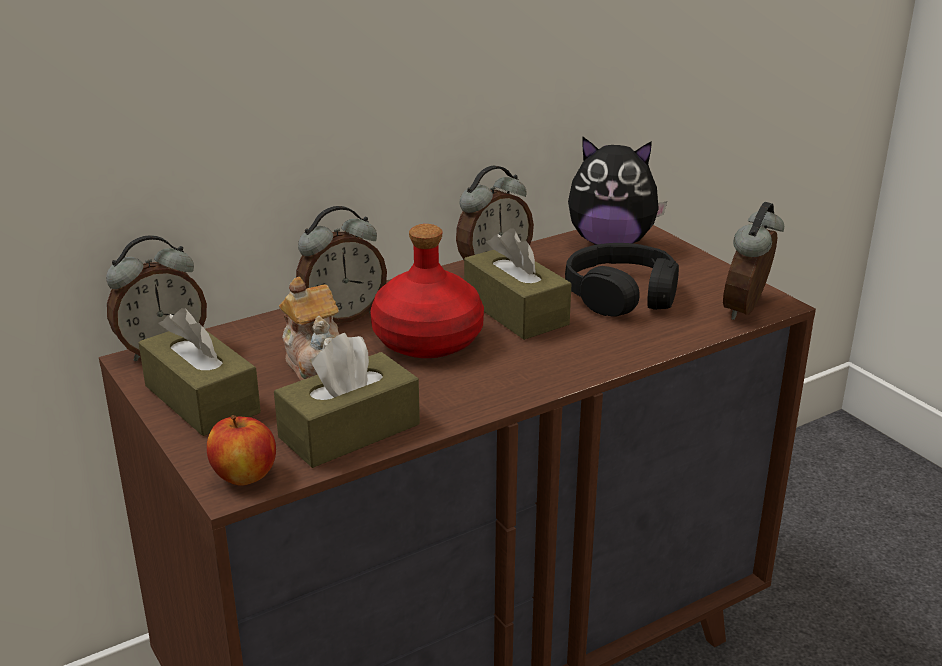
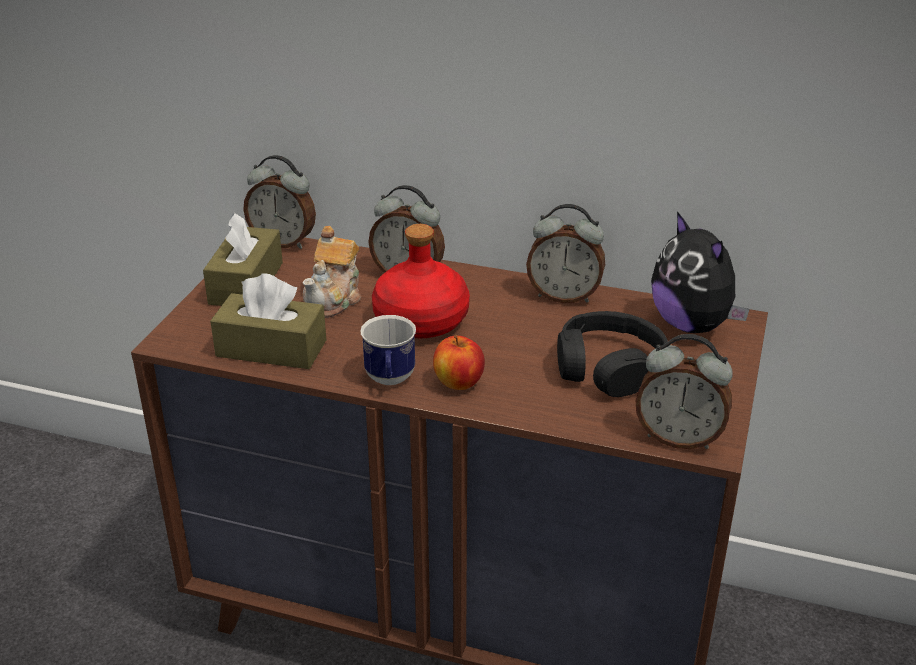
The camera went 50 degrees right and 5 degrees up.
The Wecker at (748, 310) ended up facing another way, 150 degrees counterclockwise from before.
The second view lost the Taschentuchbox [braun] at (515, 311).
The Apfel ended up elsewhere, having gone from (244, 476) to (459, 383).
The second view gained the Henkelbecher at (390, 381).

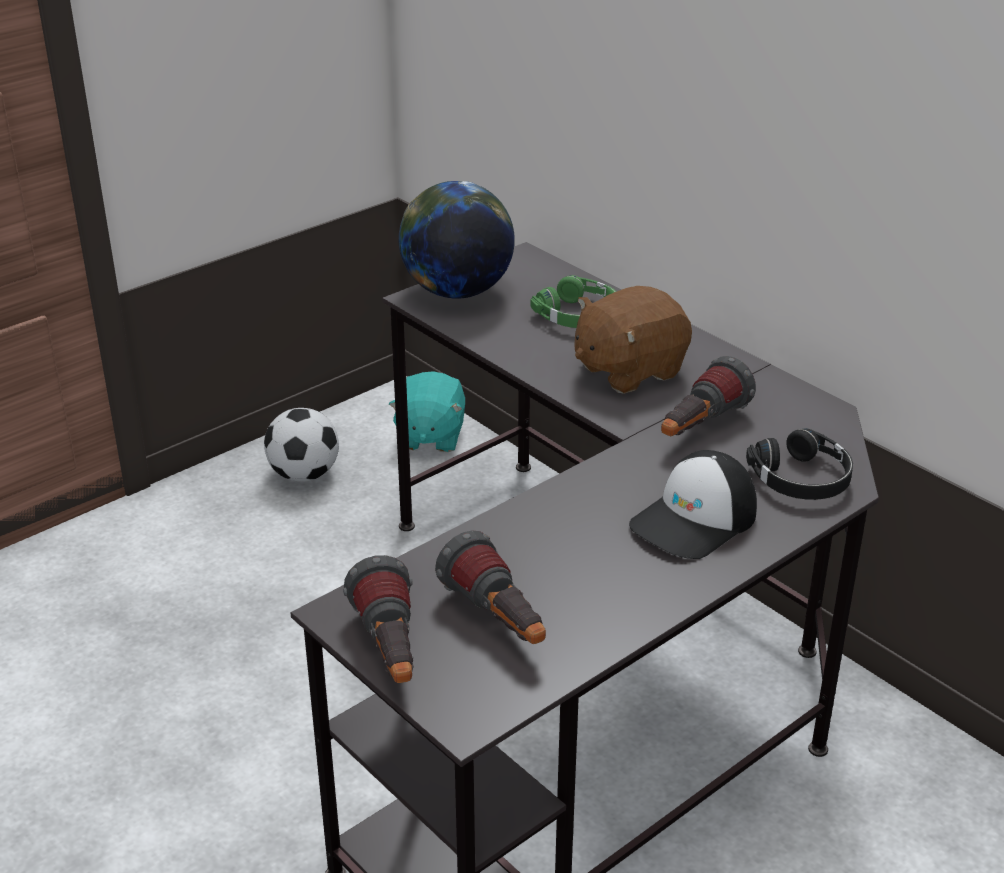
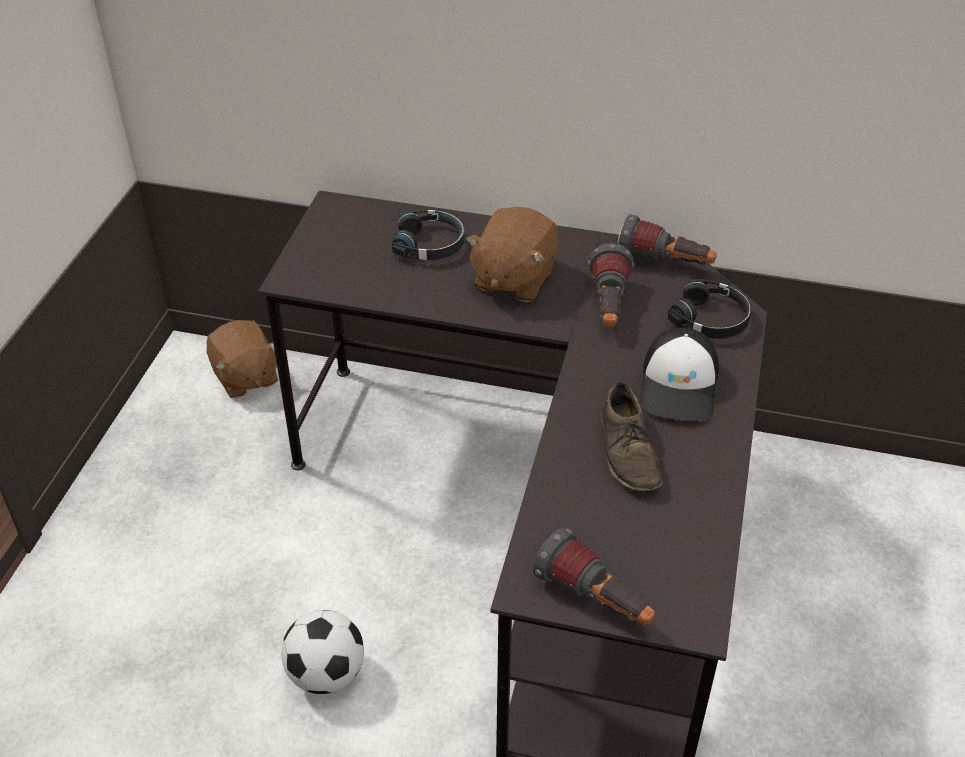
The camera went 35 degrees left and 10 degrees up.
The second view lost the Globus at (457, 292).
What was the Kopfhörer [grün] at (579, 315) turned into the Kopfhörer [schwarz] at (430, 244).
What was the Plüschtier [türkis] at (429, 436) turned into the Plüschtier [braun] at (245, 377).
The Fußball ended up elsewhere, having gone from (304, 474) to (326, 674).
The Taschenlampe ended up elsewhere, having gone from (498, 621) to (664, 264).
The second view gained the Schuh [braun] at (628, 451).

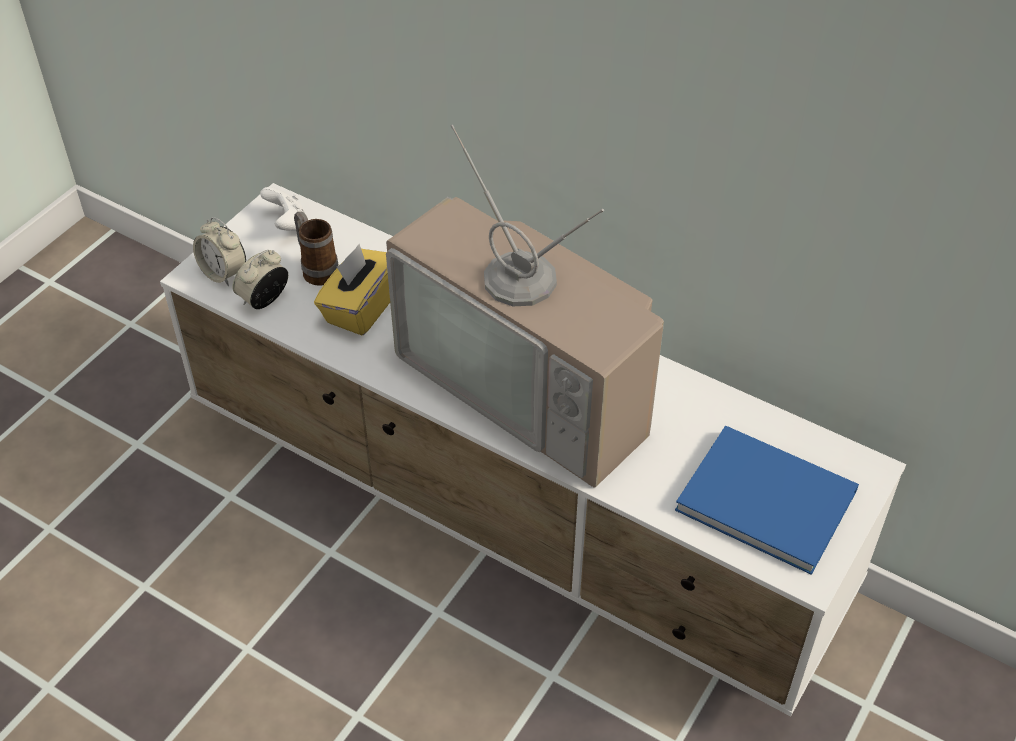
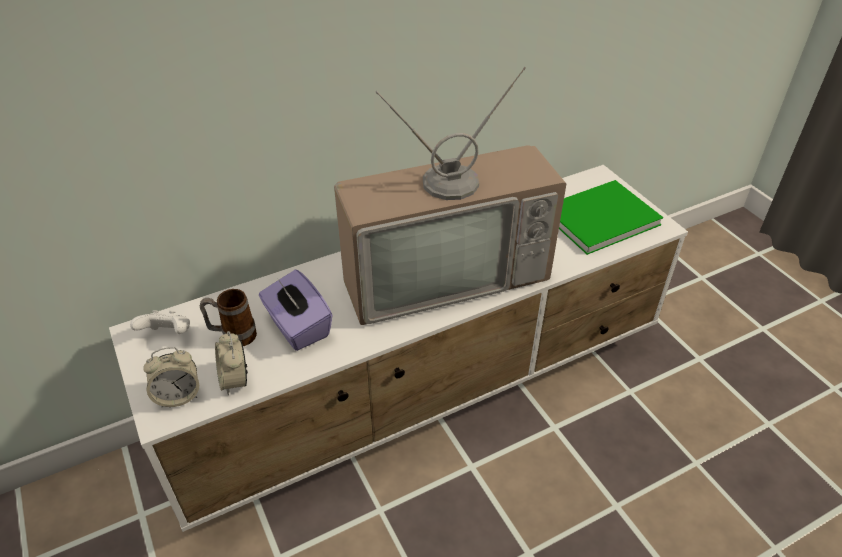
The camera went 60 degrees left and 5 degrees down.
What was the Taschentuchbox [gelb] at (361, 308) turned into the Taschentuchbox [lila] at (298, 327).
What was the Buch [blau] at (763, 496) turned into the Buch [grün] at (596, 218).

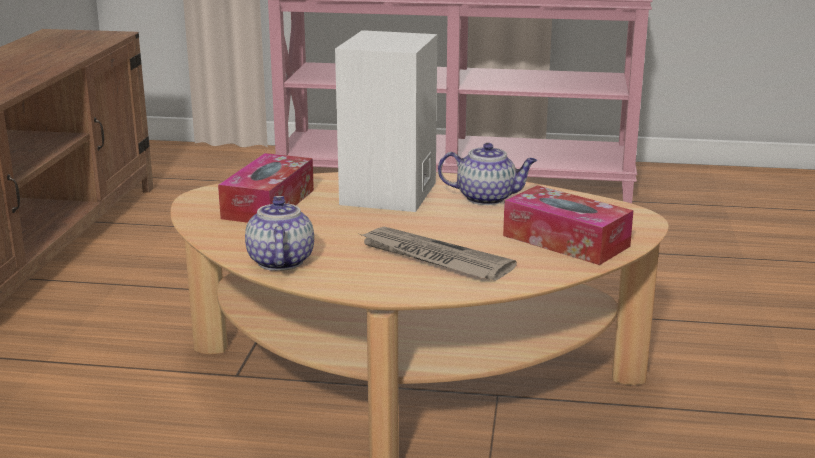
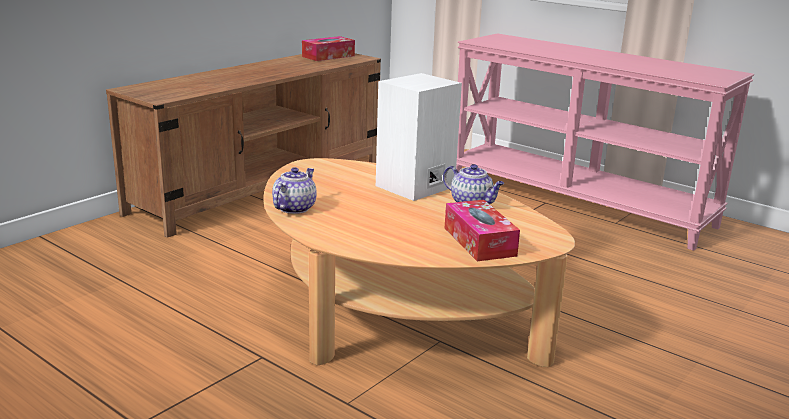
The camera went 30 degrees right and 0 degrees up.
The Taschentuchbox ended up elsewhere, having gone from (268, 204) to (328, 56).
The second view lost the Zeitung at (433, 258).

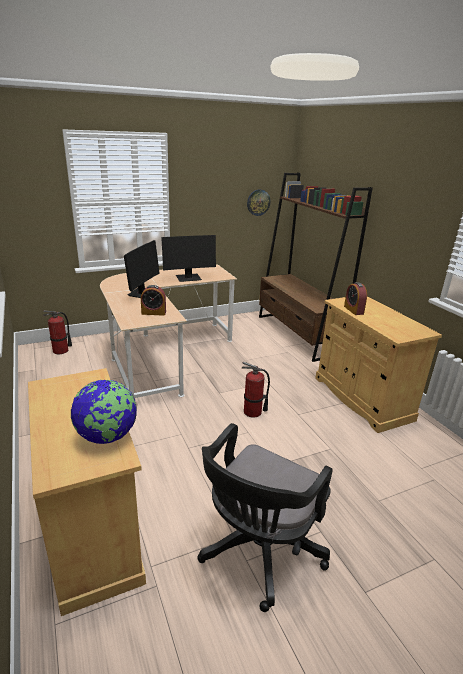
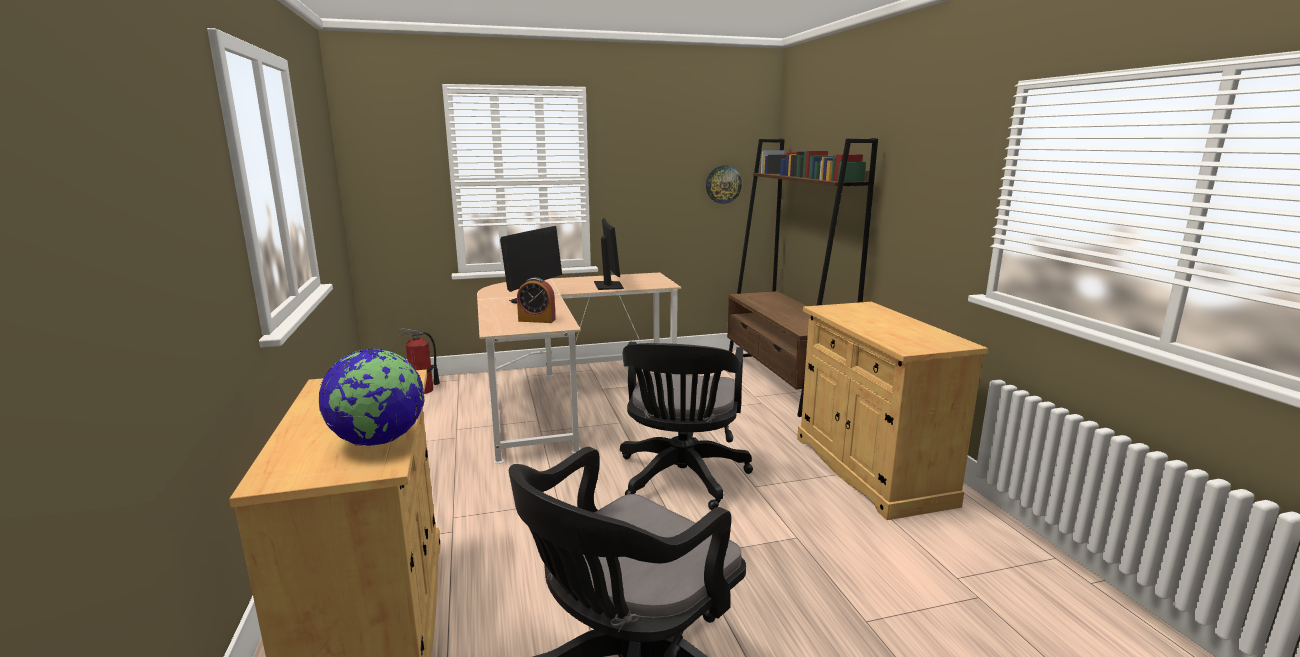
The camera went 10 degrees right and 10 degrees down.
The Monitor at (188, 278) ended up facing another way, 90 degrees counterclockwise from before.
The second view lost the Wecker at (353, 310).
Where the Feuerlöscher stood at (252, 412), the Bürostuhl [schwarz] came to stand at (681, 479).

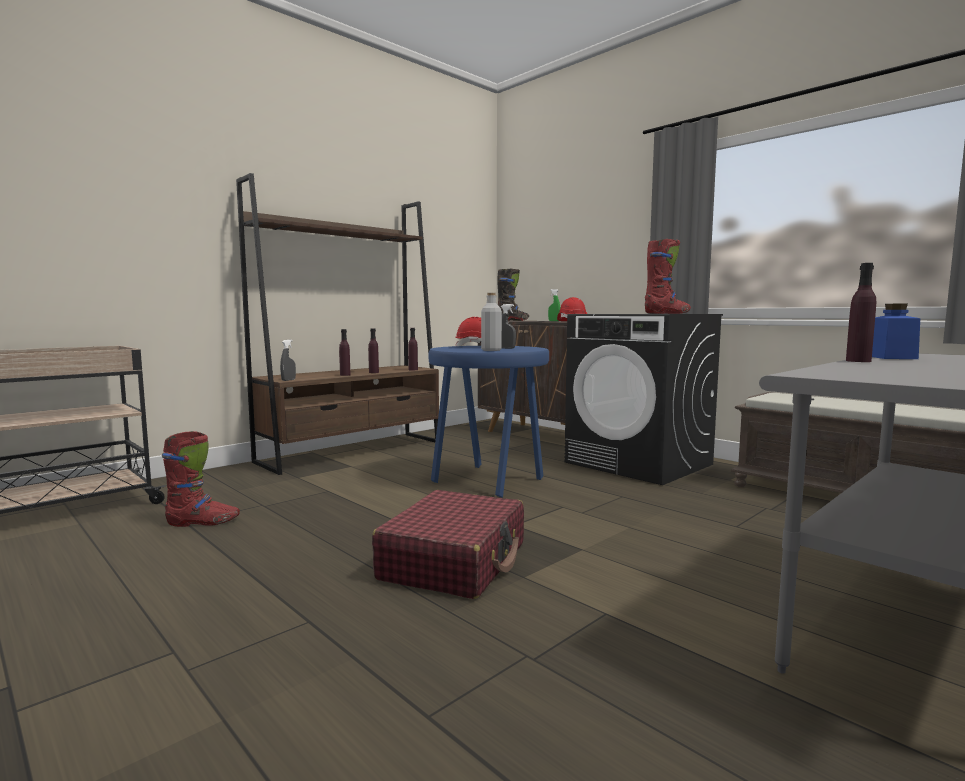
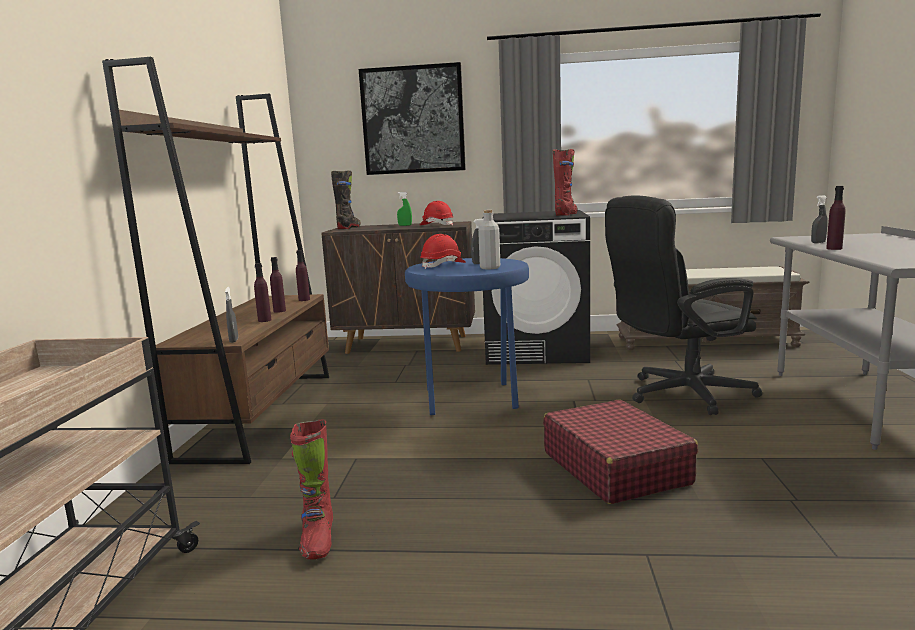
The camera went 40 degrees left and 5 degrees up.
Where the Vorratsglas [blau] stood at (891, 357), the Sprühflasche [grau] came to stand at (818, 242).
The Stiefel [rot] at (203, 522) ended up facing another way, 135 degrees clockwise from before.
The second view gained the Bild at (413, 120).
The second view gained the Bürostuhl [schwarz] at (678, 395).

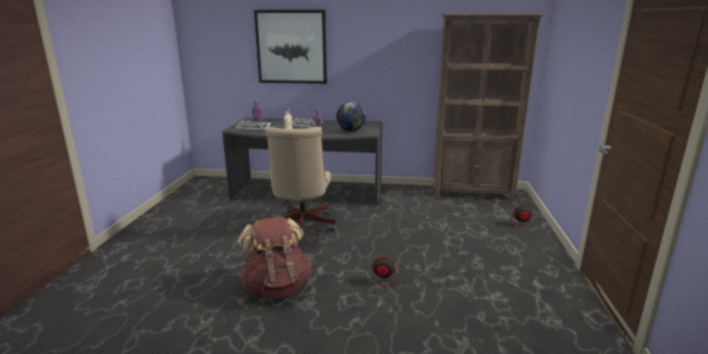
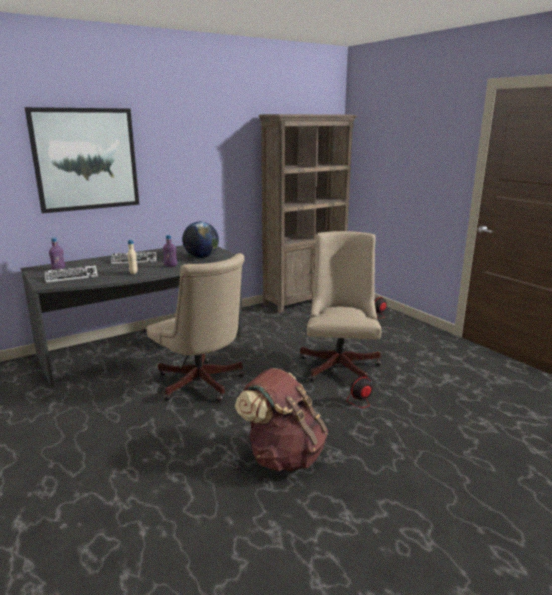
The camera went 40 degrees left and 0 degrees up.
The second view gained the Bürostuhl [beige] at (340, 364).

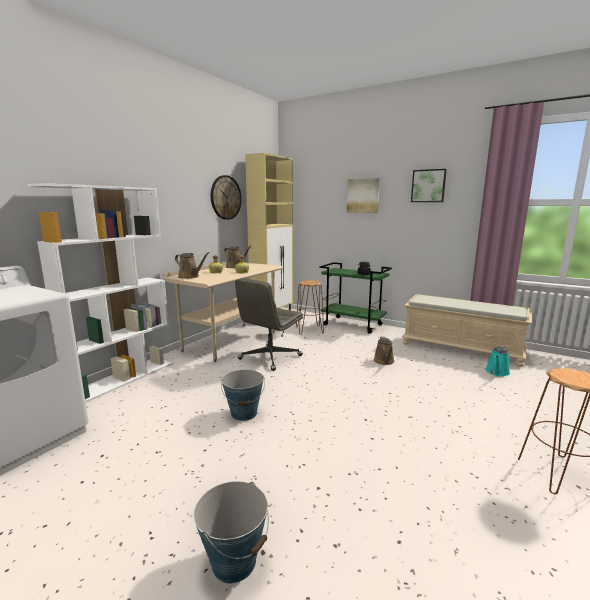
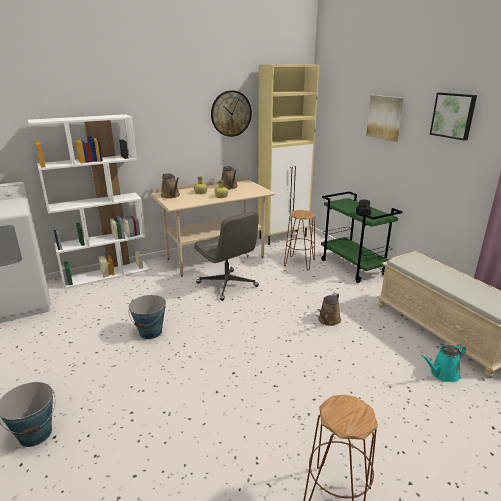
The camera went 30 degrees right and 10 degrees up.
The Bürostuhl [grau] at (270, 358) ended up facing another way, 105 degrees counterclockwise from before.

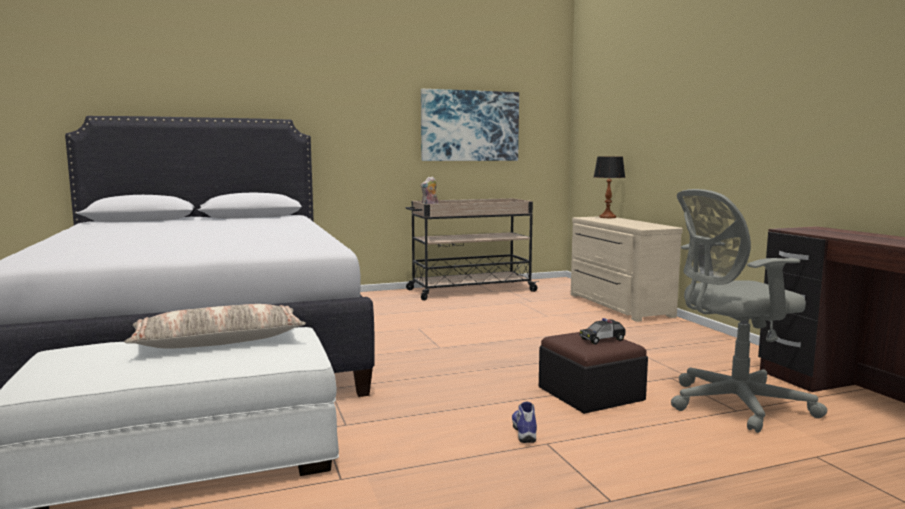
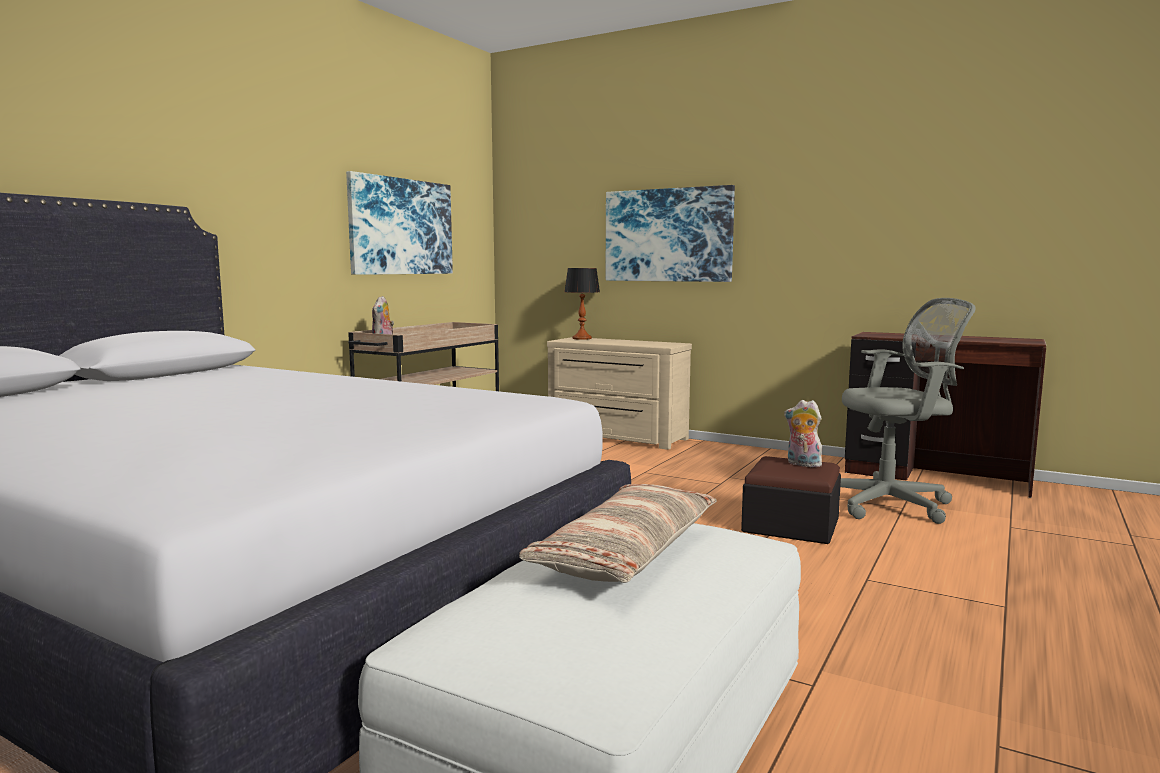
The camera went 40 degrees left and 0 degrees up.
The Bürostuhl [grau] at (732, 405) ended up facing another way, 135 degrees counterclockwise from before.
Where the Spielzeugauto stood at (602, 340), the Plüschtier came to stand at (802, 464).
The second view lost the Schuh at (525, 432).
The second view gained the Bild at (668, 235).

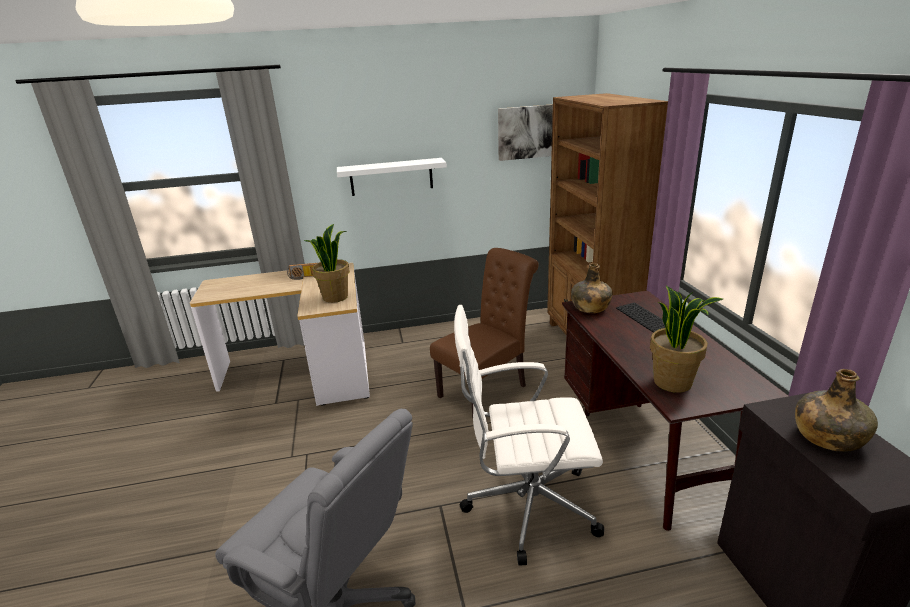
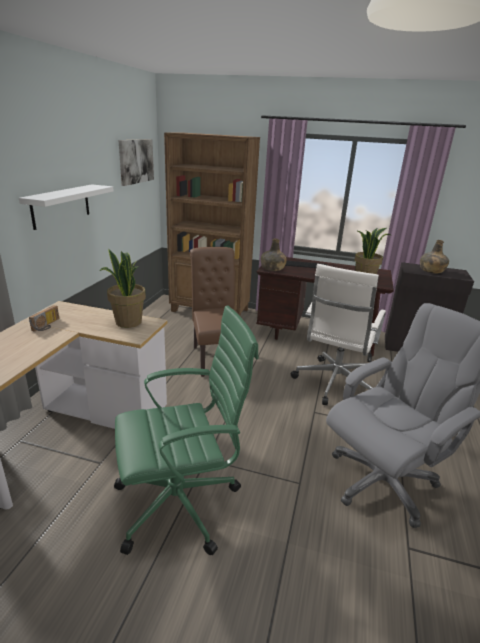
The camera went 65 degrees left and 0 degrees up.
The second view gained the Bürostuhl [grün] at (181, 503).

